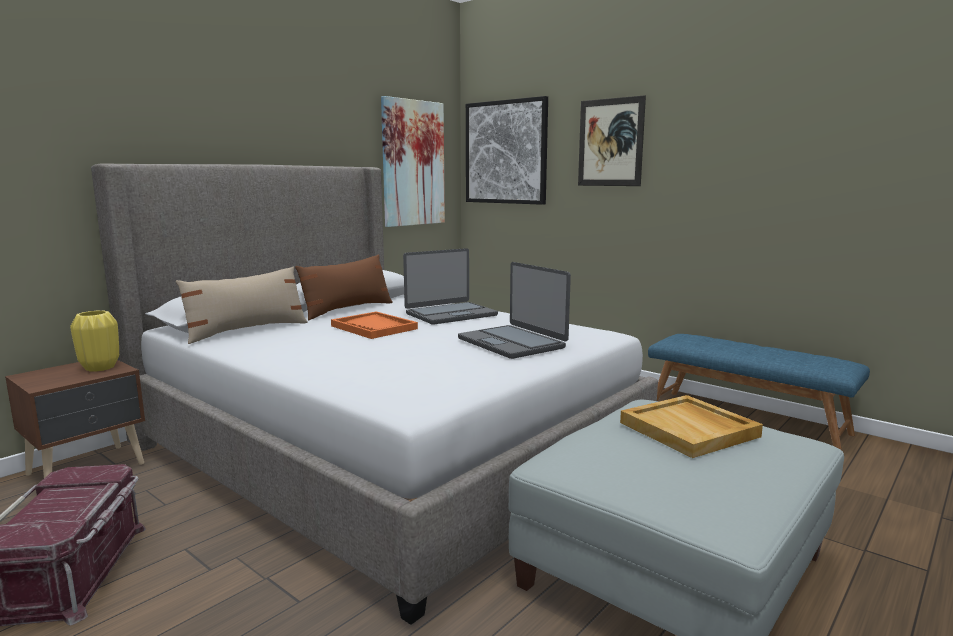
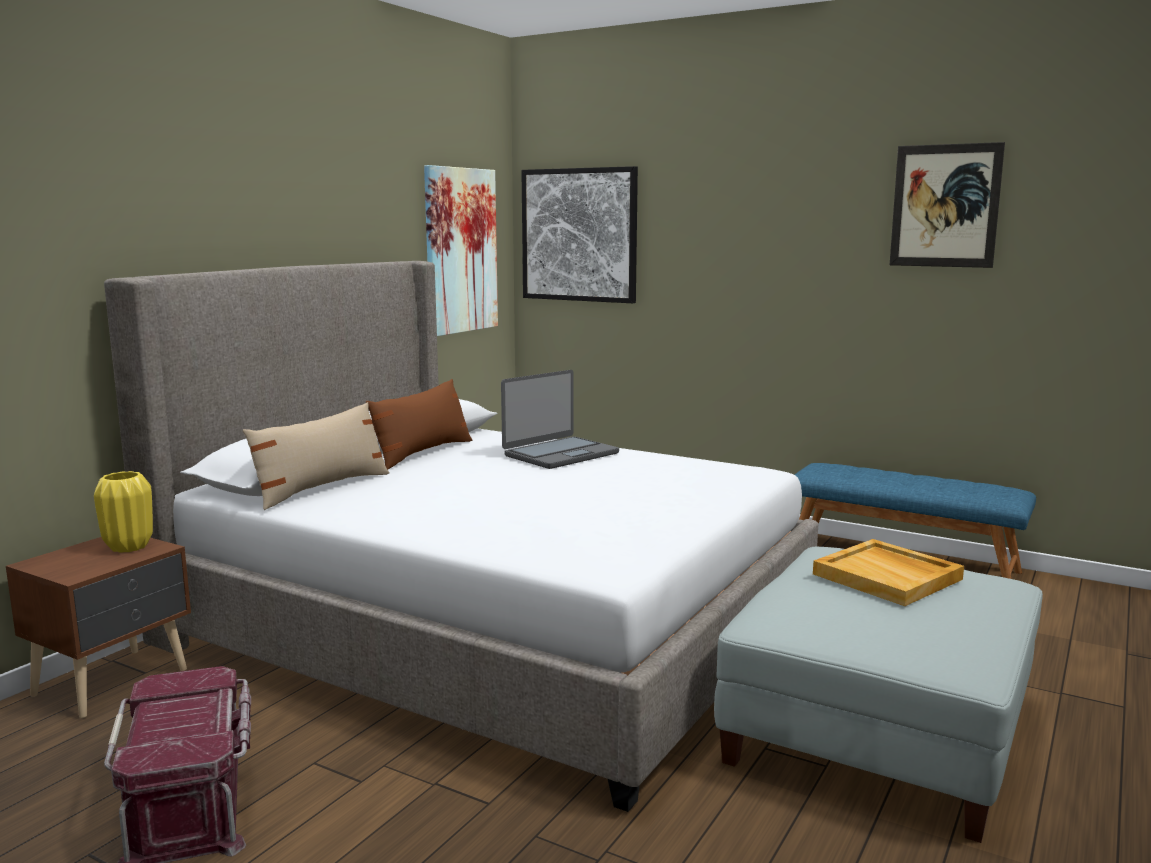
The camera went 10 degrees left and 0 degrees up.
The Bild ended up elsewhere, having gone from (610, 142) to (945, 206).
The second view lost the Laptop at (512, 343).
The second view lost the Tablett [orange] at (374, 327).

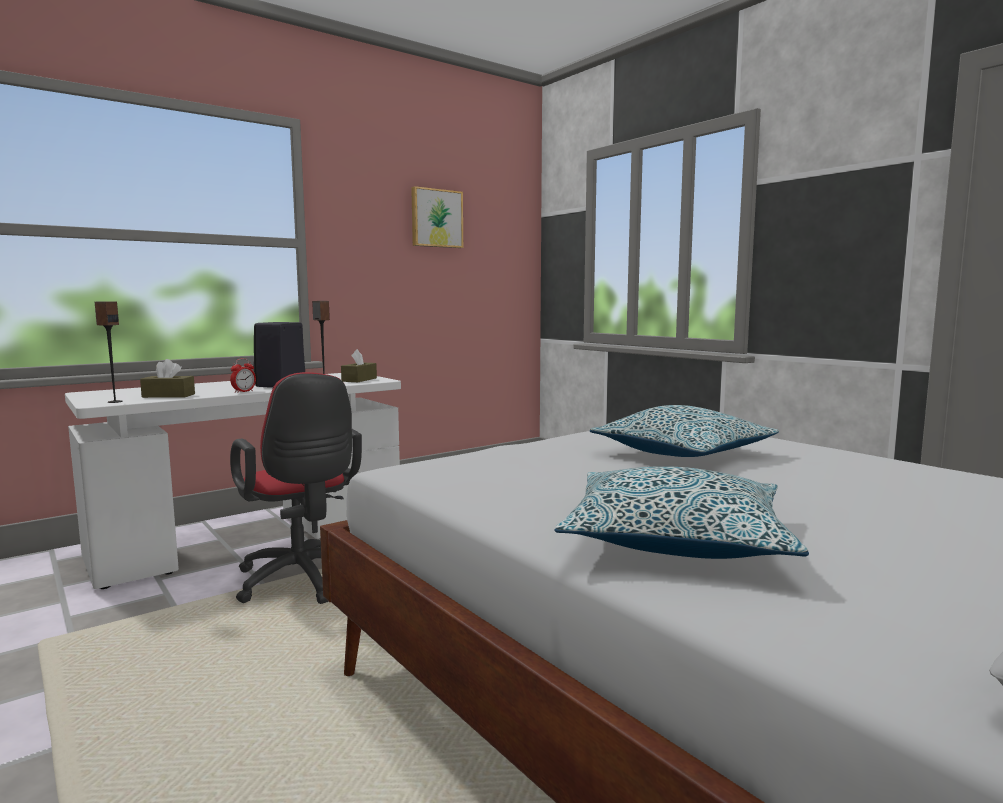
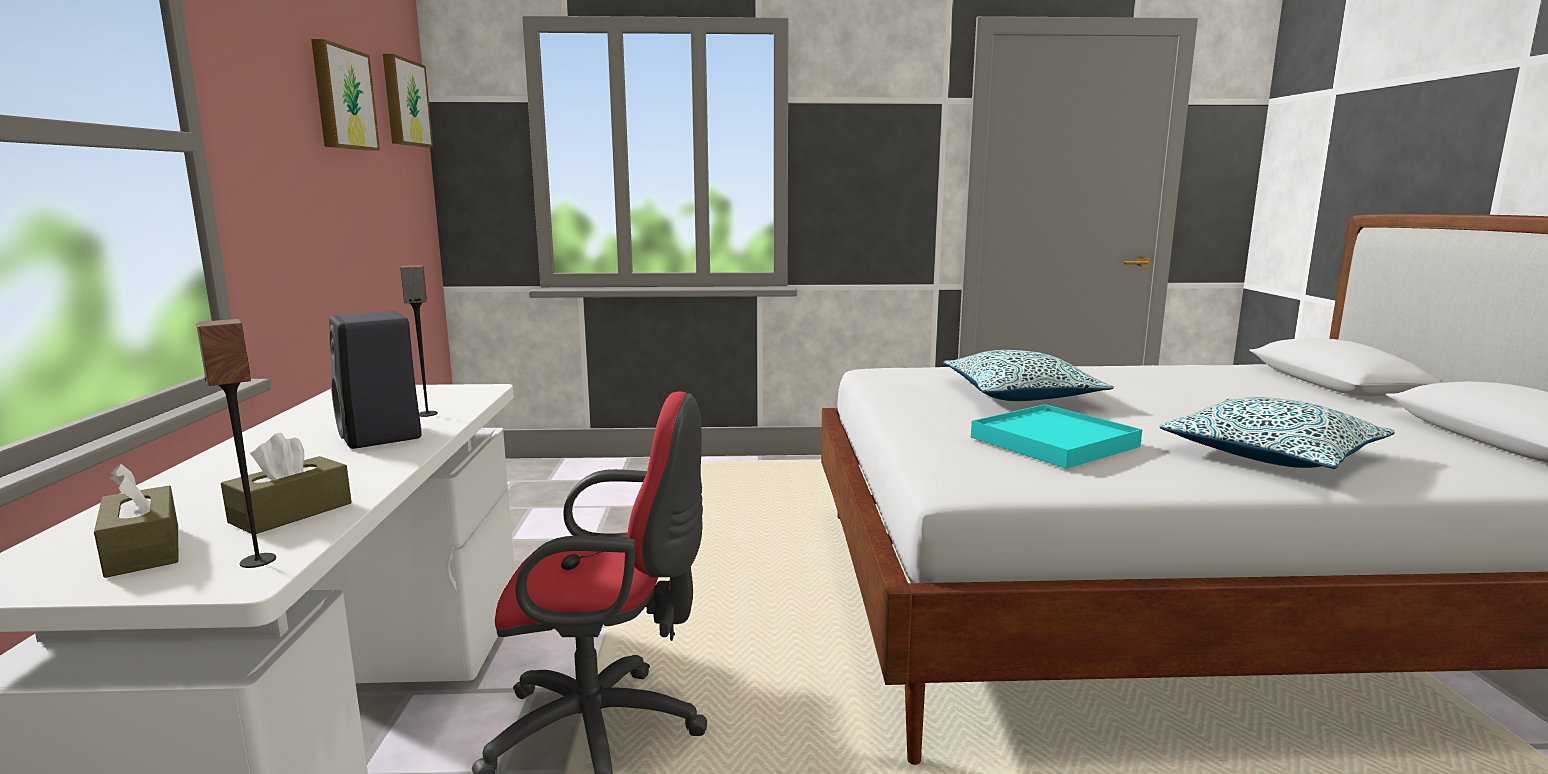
The camera went 55 degrees left and 5 degrees up.
The Taschentuchbox [braun] ended up elsewhere, having gone from (359, 380) to (143, 550).
The second view lost the Wecker at (243, 391).
The second view gained the Bild at (404, 103).
The second view gained the Tablett [türkis] at (1054, 442).

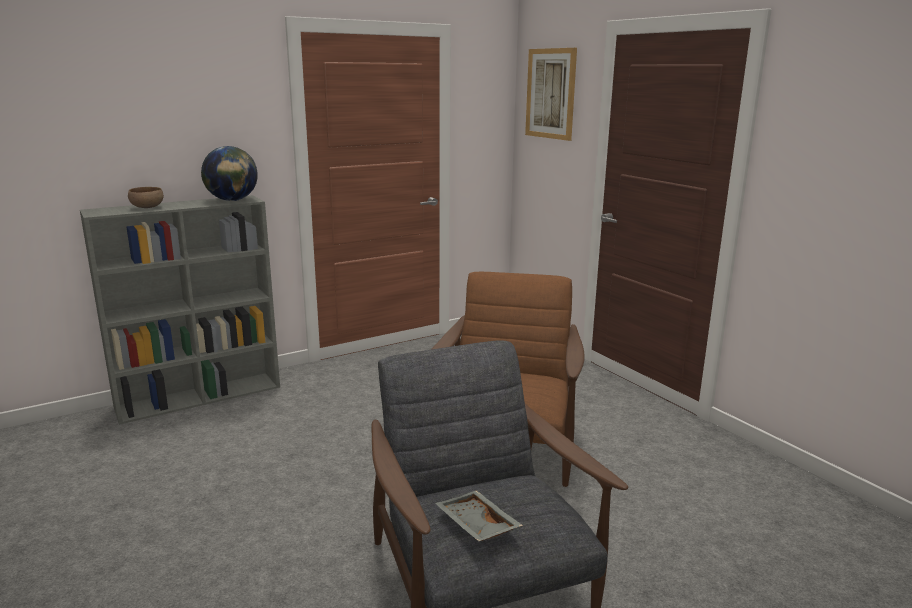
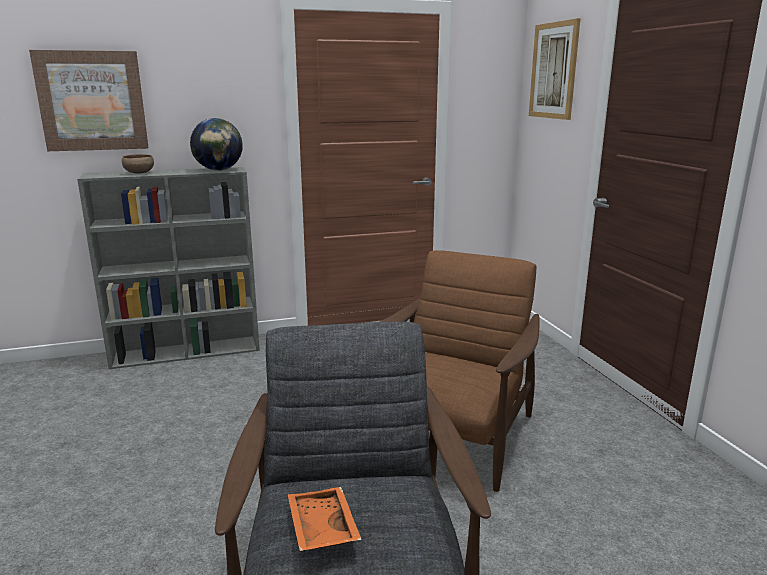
The camera went 15 degrees right and 0 degrees up.
What was the Tablett [grau] at (475, 525) turned into the Tablett [orange] at (320, 528).
The second view gained the Bild at (92, 101).

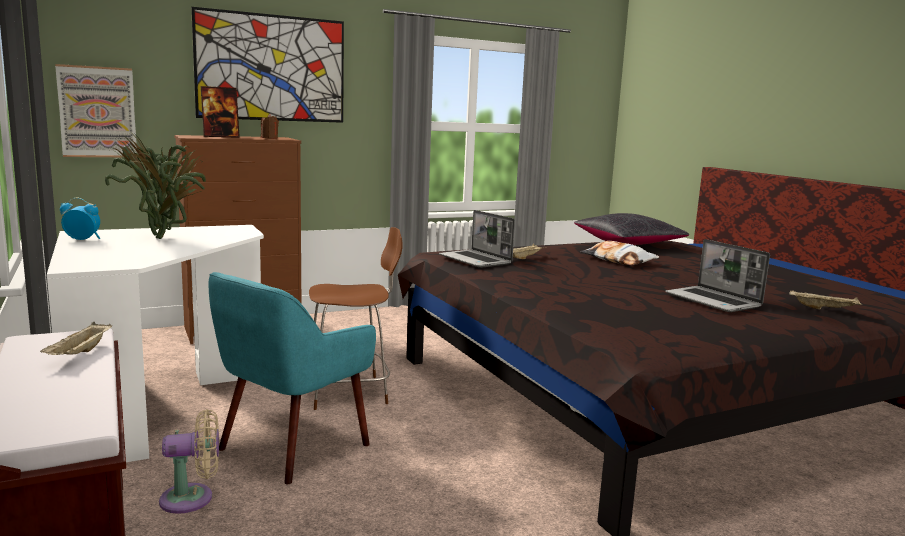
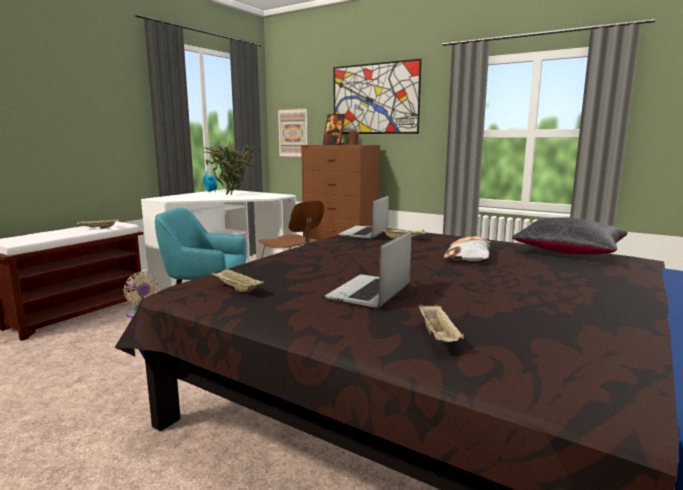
The camera went 60 degrees right and 0 degrees up.
The second view gained the Tablett [beige] at (236, 289).

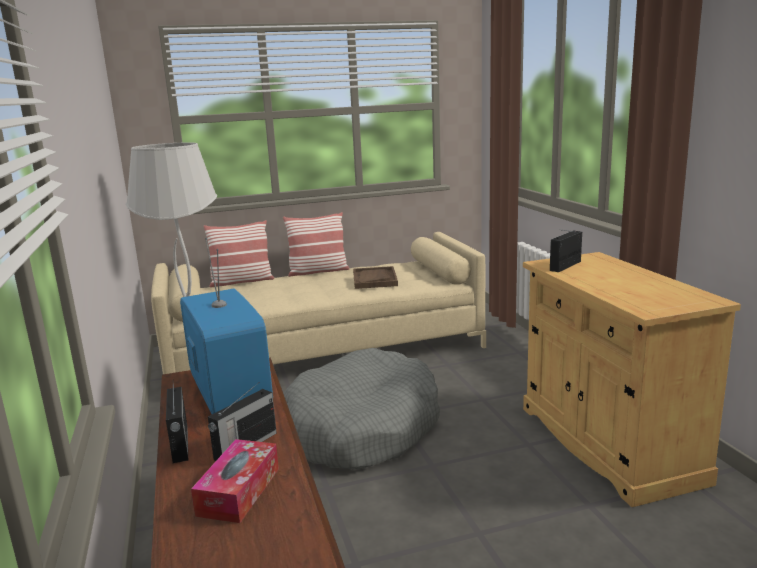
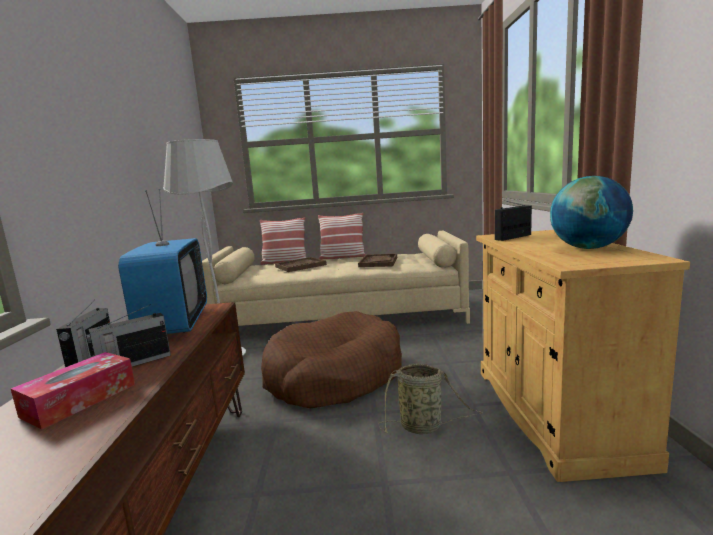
The camera went 15 degrees right and 5 degrees down.
What was the Hundebett [grau] at (362, 428) turned into the Hundebett [braun] at (334, 376).
The second view gained the Globus at (588, 248).
The second view gained the Tablett [braun] at (300, 266).
The second view gained the Korb at (424, 426).

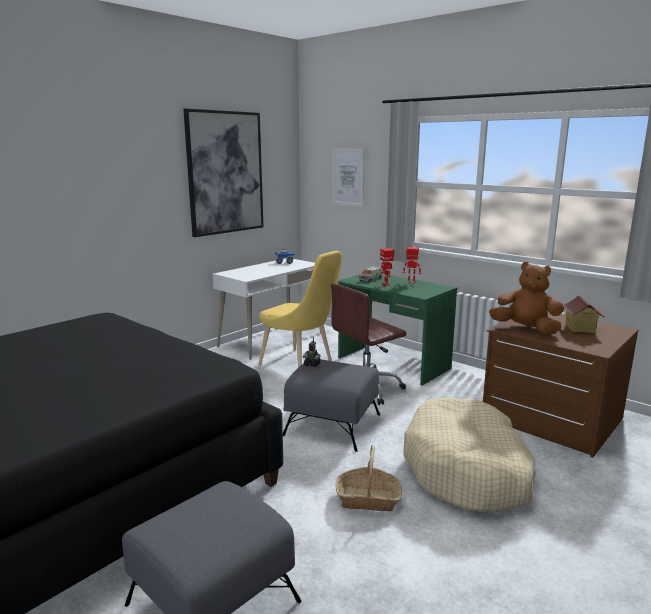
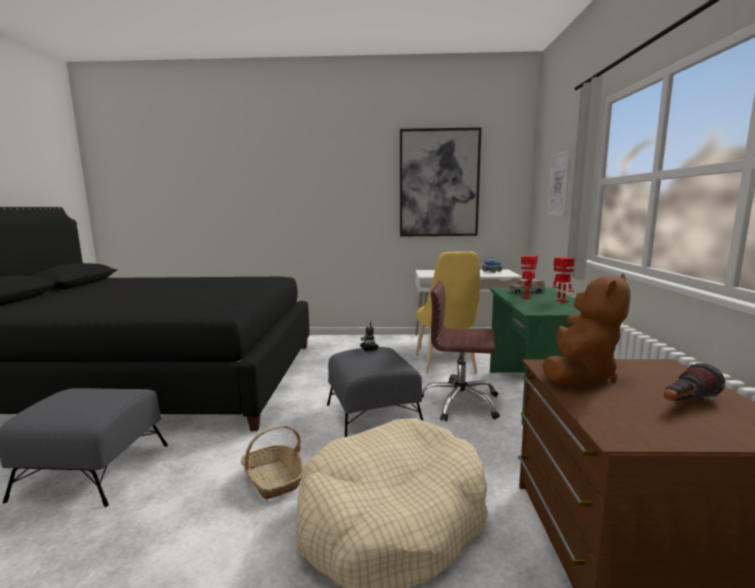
The camera went 50 degrees right and 5 degrees down.
The Plüschtier [braun] at (526, 329) ended up facing another way, 45 degrees clockwise from before.
Where the Spielzeughaus stood at (579, 328), the Taschenlampe came to stand at (686, 403).

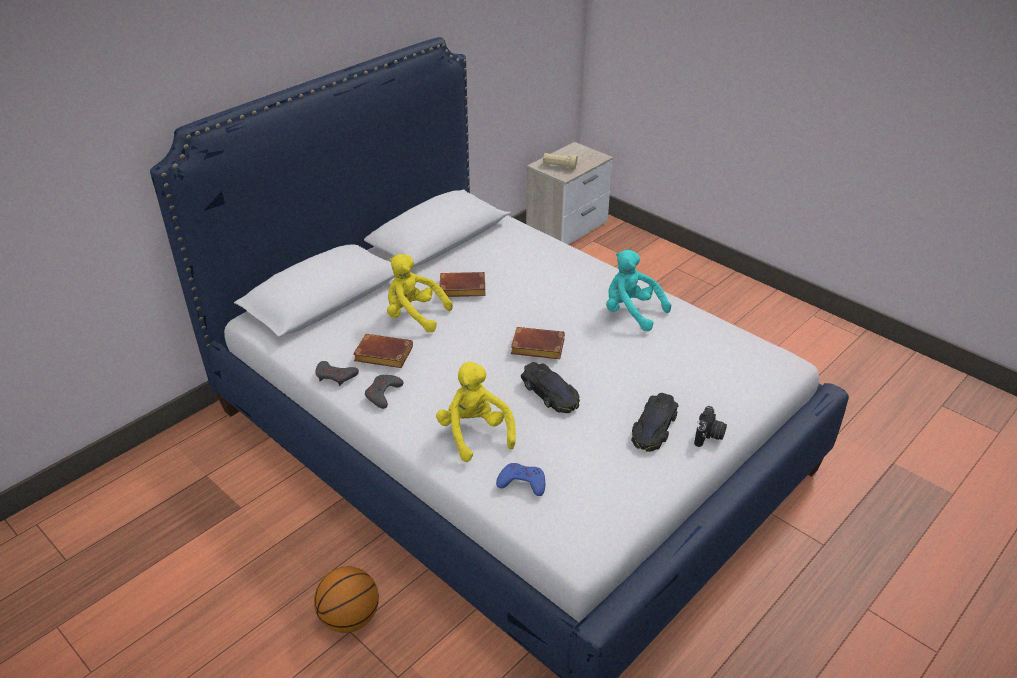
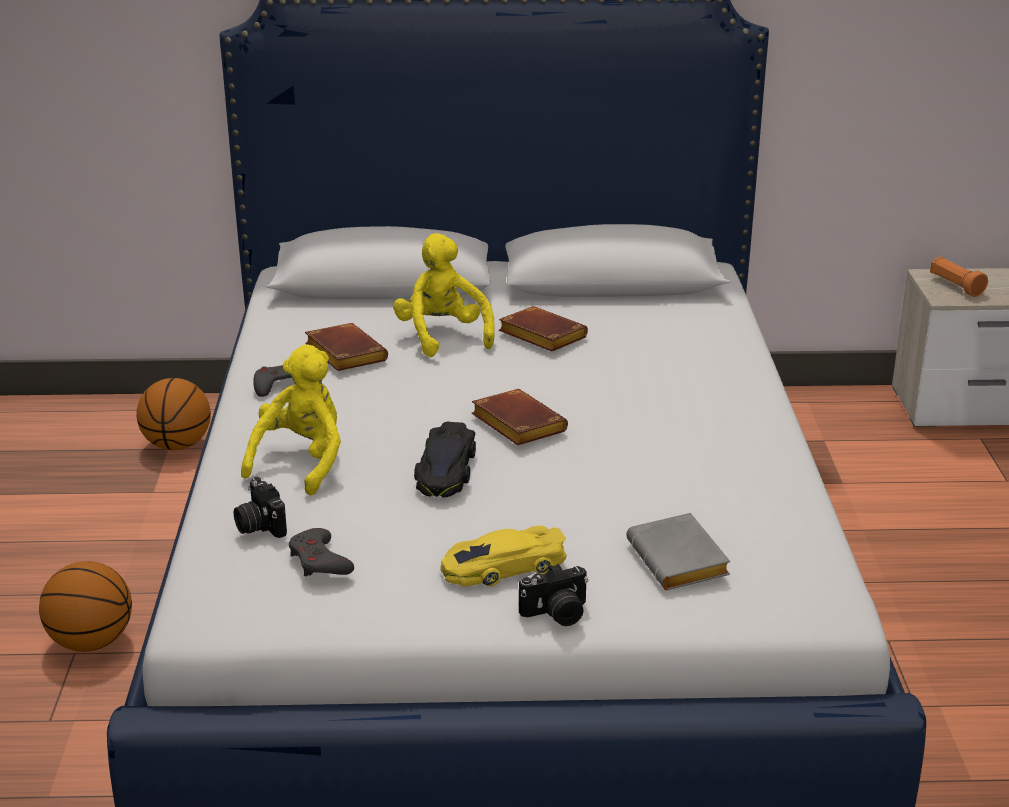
The camera went 45 degrees right and 10 degrees down.
What was the Taschenlampe [beige] at (559, 166) turned into the Taschenlampe [orange] at (955, 286).
The second view lost the Plüschtier [türkis] at (631, 312).
The Gamepad [grau] ended up elsewhere, having gone from (335, 376) to (319, 561).
What was the Spielzeugauto [schwarz] at (654, 427) turned into the Spielzeugauto [gelb] at (503, 566).
Where the Gamepad [blau] stood at (522, 482), the Kamera came to stand at (259, 525).
The second view gained the Basketball at (177, 445).
The second view gained the Buch [grau] at (681, 561).

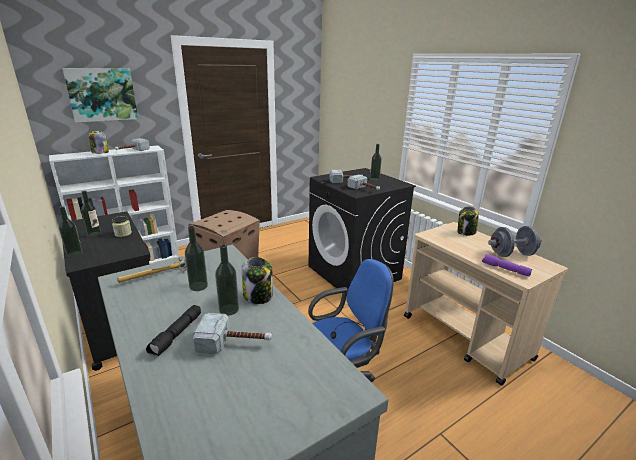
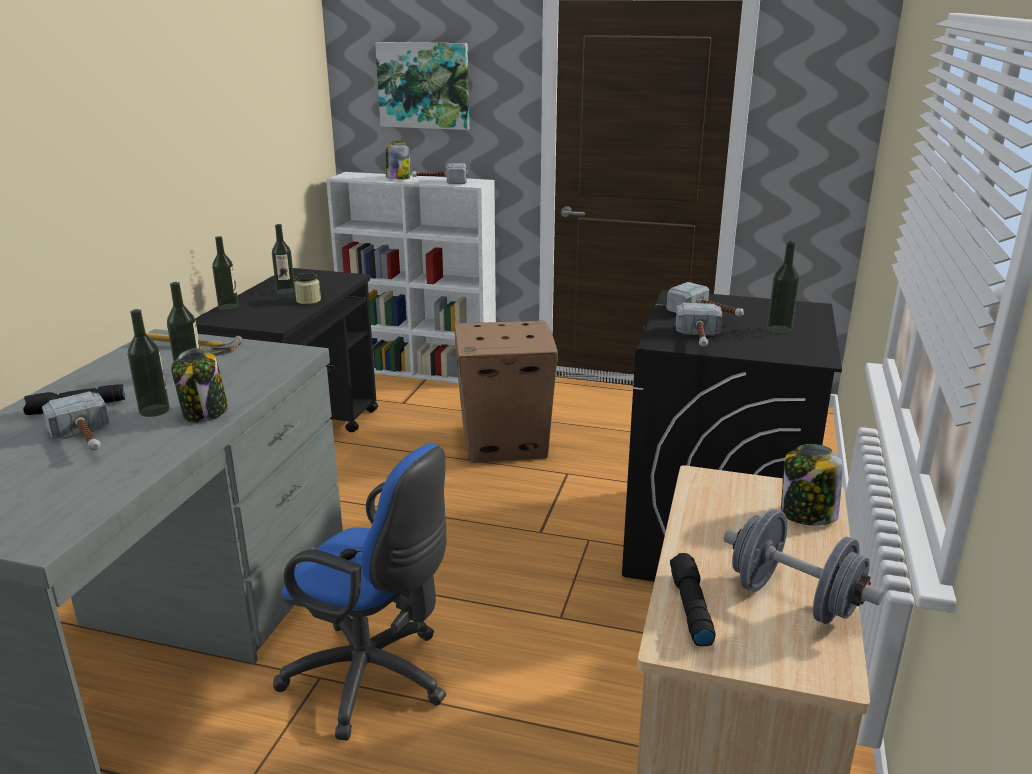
The camera went 50 degrees right and 0 degrees up.
What was the Taschenlampe [lila] at (504, 269) turned into the Taschenlampe [schwarz] at (690, 607).

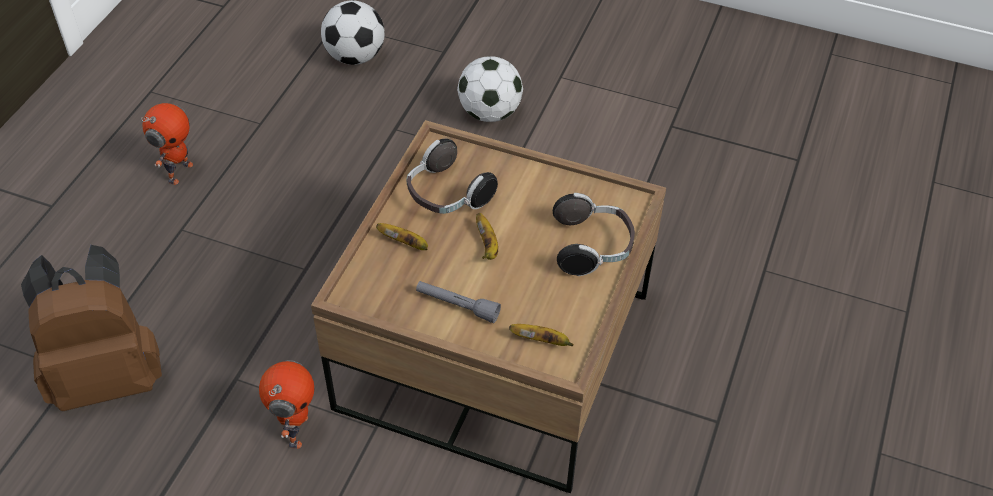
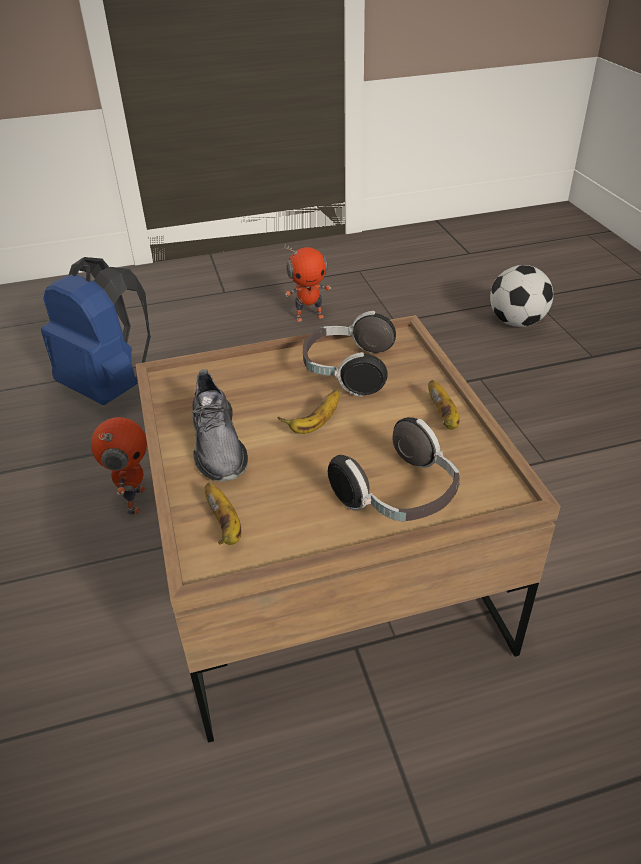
The camera went 55 degrees right and 10 degrees down.
The second view lost the Fußball at (490, 113).
The Banane ended up elsewhere, having gone from (406, 243) to (444, 417).
What was the Rucksack [braun] at (108, 376) turned into the Rucksack [blau] at (110, 387).
Where the Taschenlampe [grau] stood at (457, 305), the Schuh [grau] came to stand at (217, 444).
The Spielzeugroboter at (296, 430) ended up facing another way, 60 degrees counterclockwise from before.

